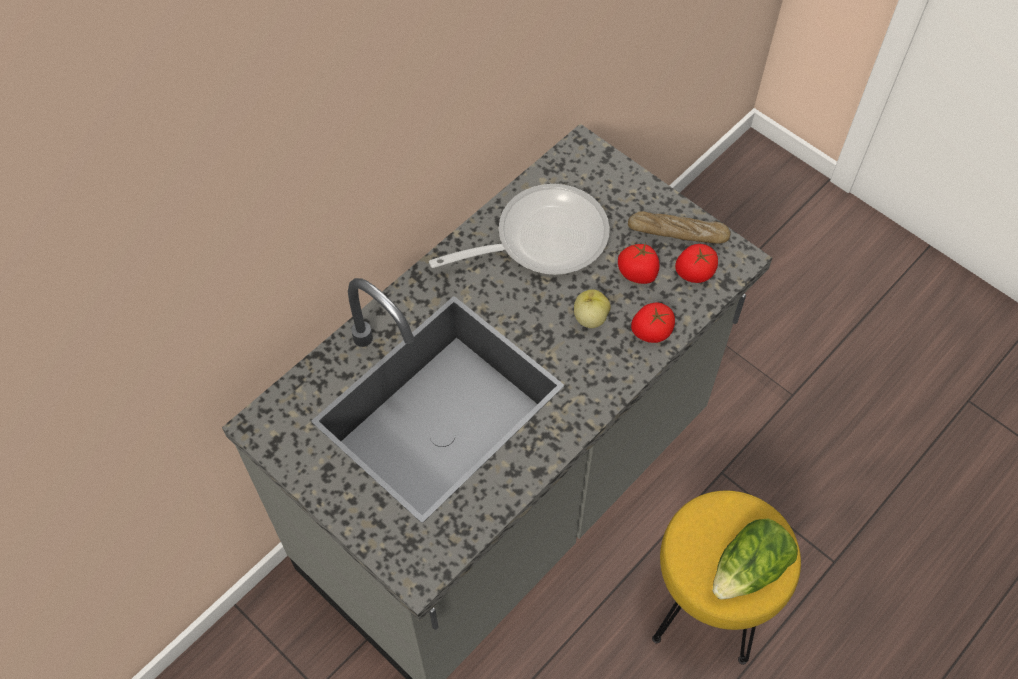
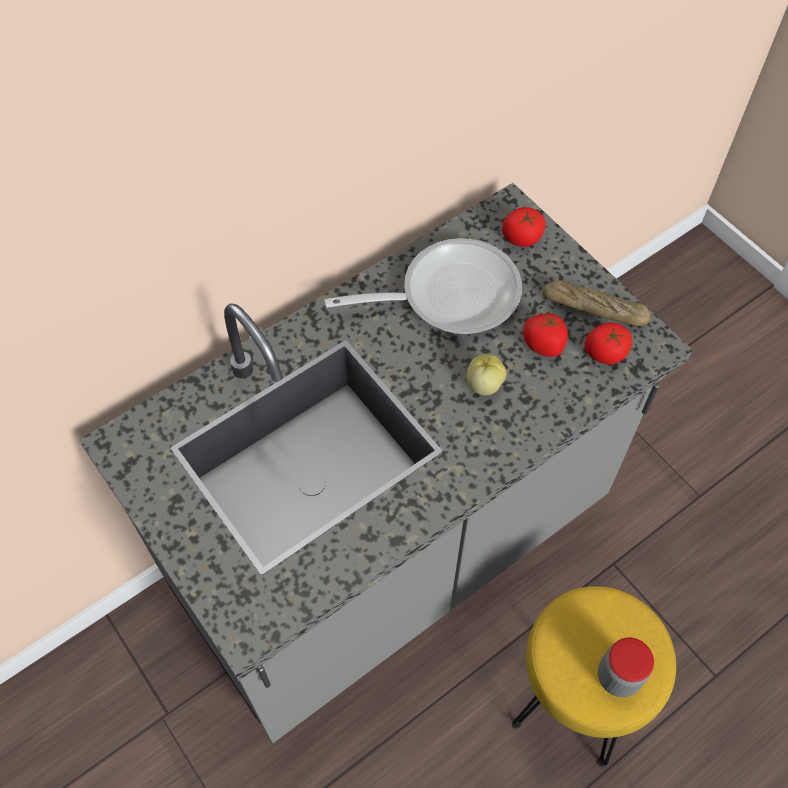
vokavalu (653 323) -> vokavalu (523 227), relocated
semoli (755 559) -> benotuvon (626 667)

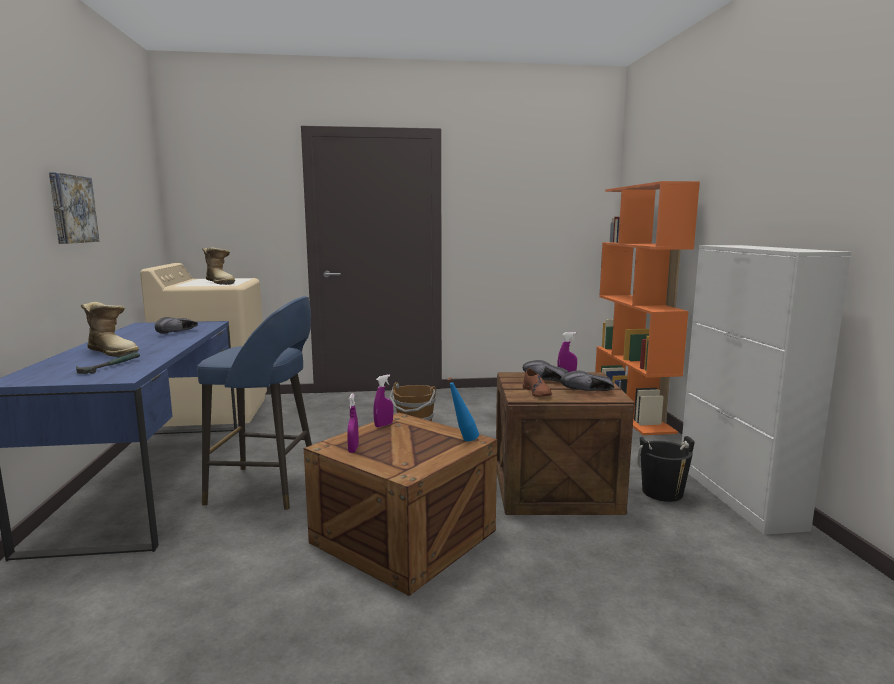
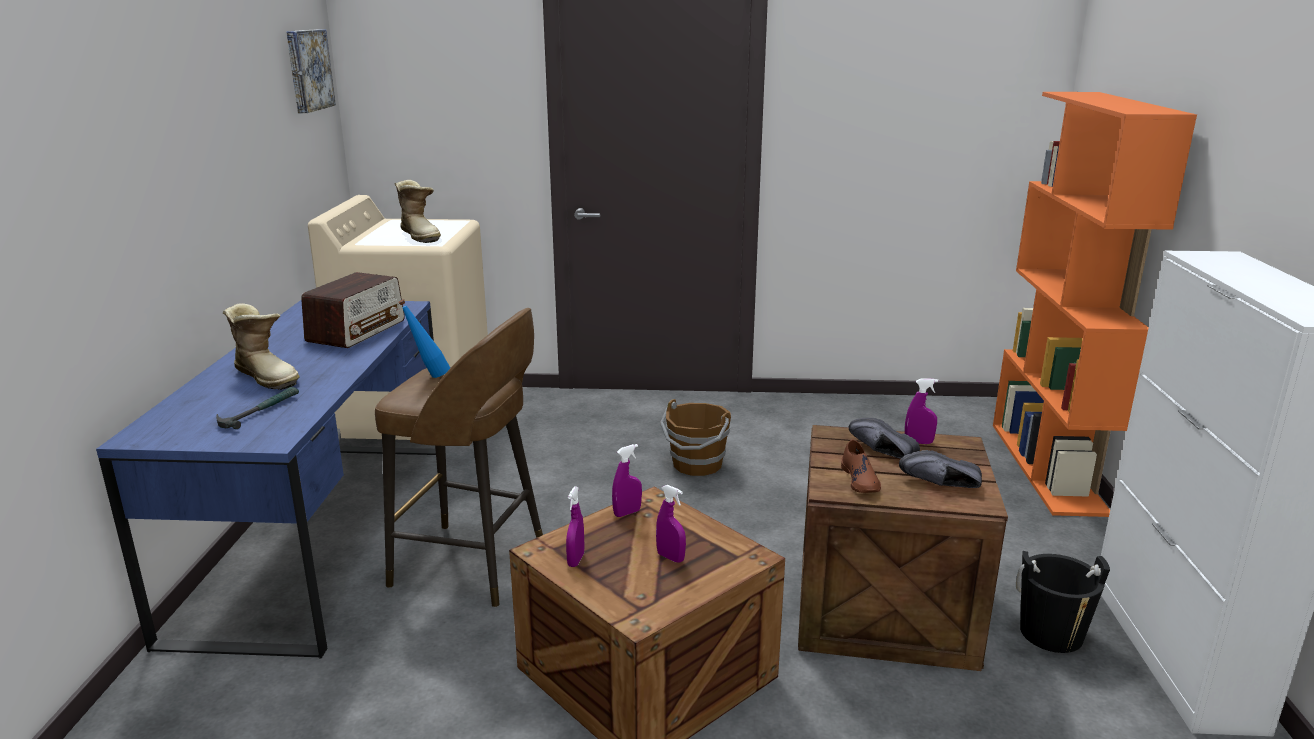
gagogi (74 208) -> gagogi (311 71), relocated
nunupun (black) (176 325) -> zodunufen (353 310)
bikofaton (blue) (254 403) -> bikofaton (brown) (459 457)
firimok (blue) (463 409) -> firimok (blue) (424 338), relocated
none -> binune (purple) (671 524)

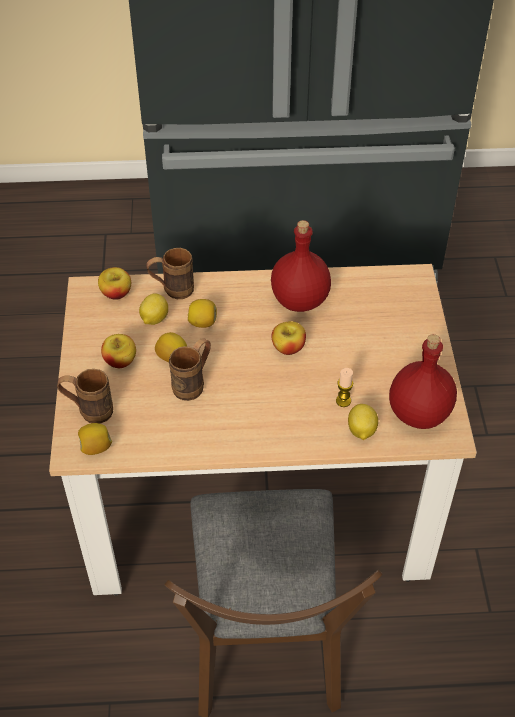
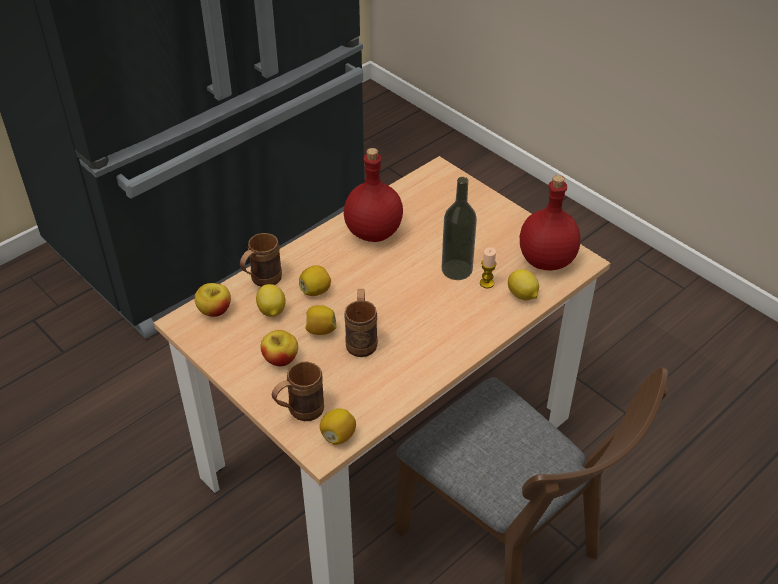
none -> firimok (459 228)
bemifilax (289 338) -> none

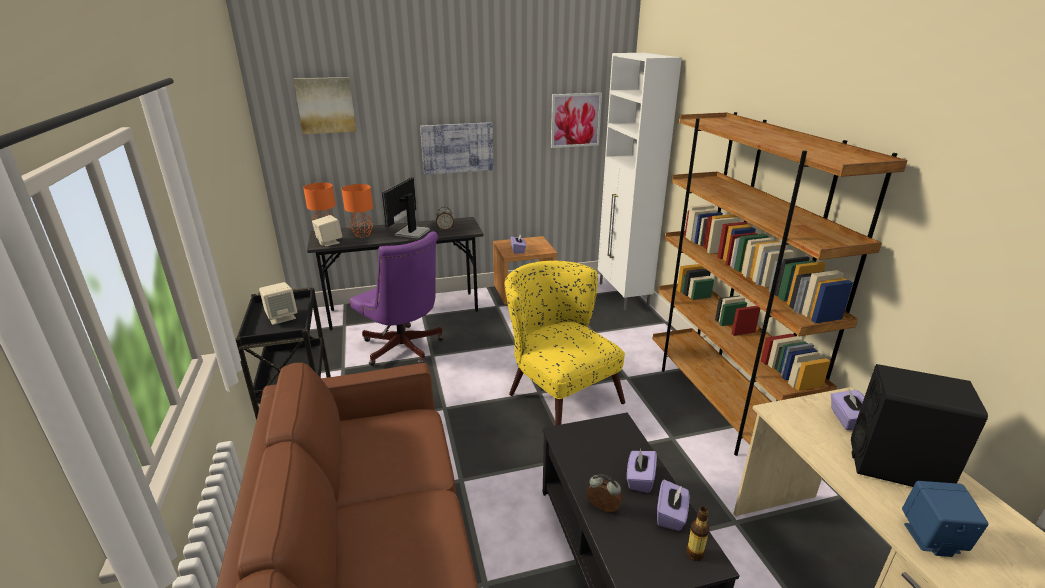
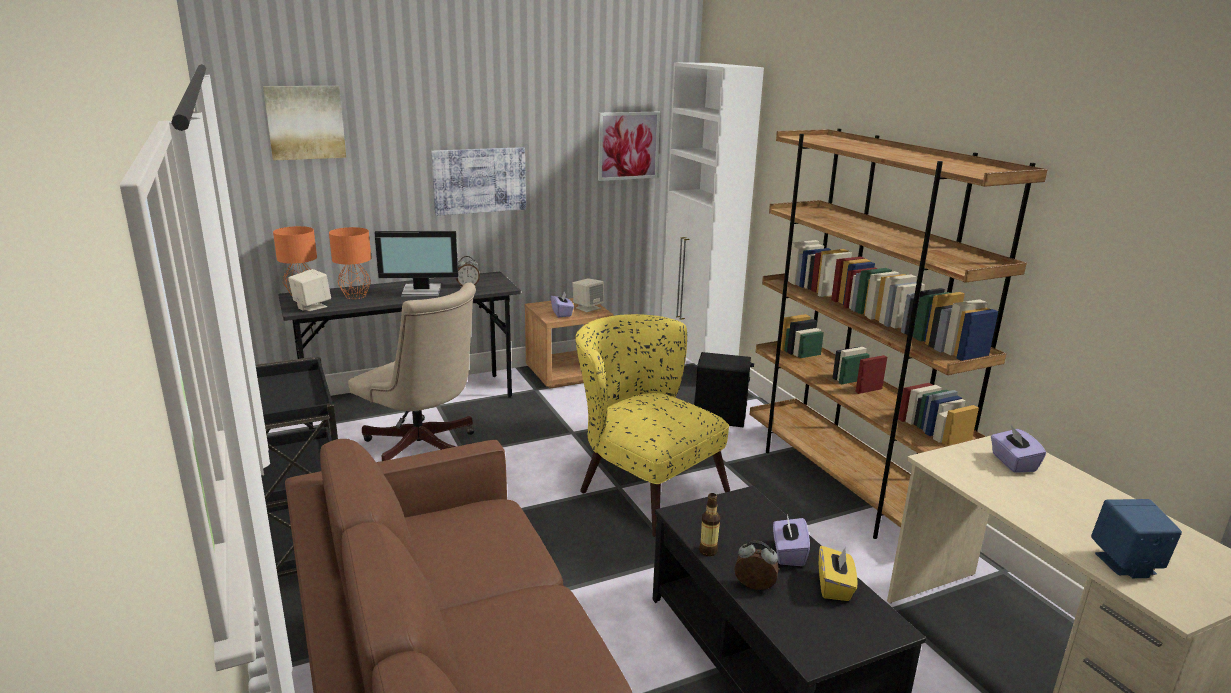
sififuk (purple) (397 298) -> sififuk (beige) (412 372)
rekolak (406 208) -> rekolak (416 264), 105 degrees counterclockwise
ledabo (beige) (278 303) -> ledabo (beige) (588 295), relocated
ledabo (black) (919 425) -> ledabo (black) (724 390), relocated
firimok (698 533) -> firimok (709 524), relocated
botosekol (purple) (673 505) -> botosekol (yellow) (838 573)

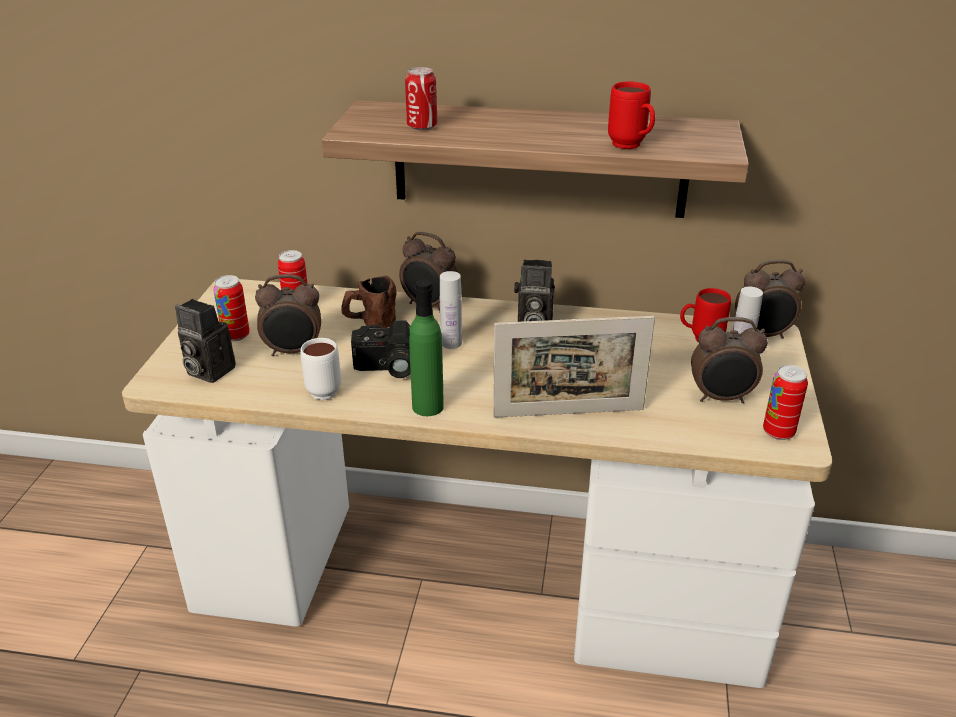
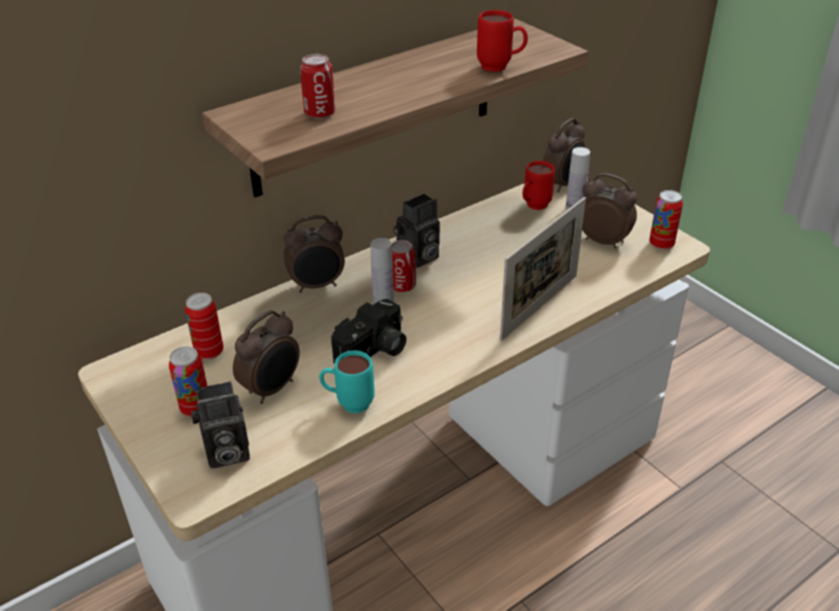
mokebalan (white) (320 369) -> mokebalan (turquoise) (347 382)
none -> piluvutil (403 266)
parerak (729 360) -> parerak (609 211), 105 degrees counterclockwise
mokebalan (brown) (369 302) -> none
firimok (green) (426 347) -> none

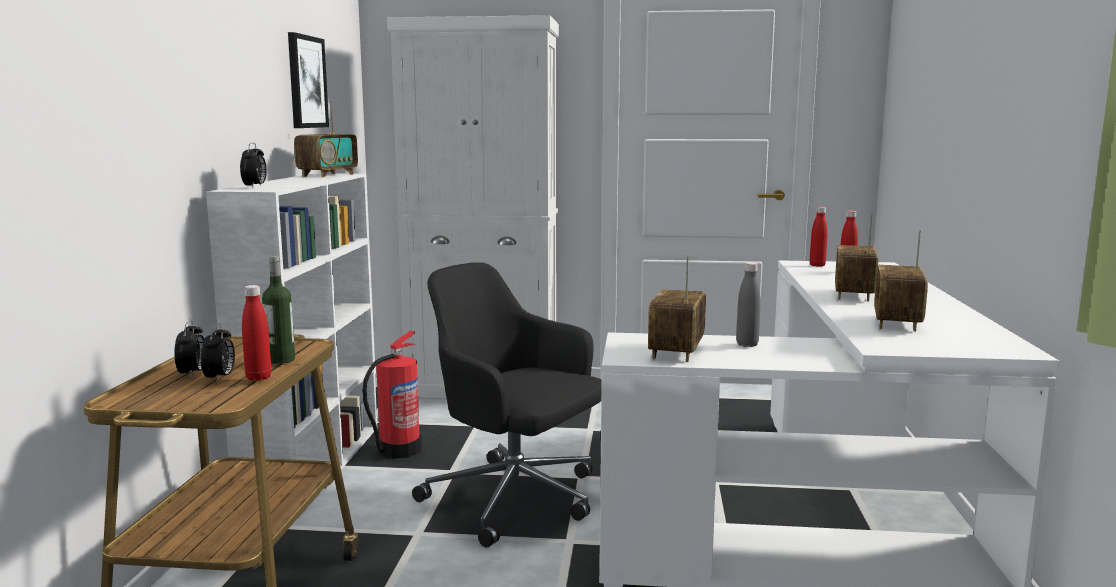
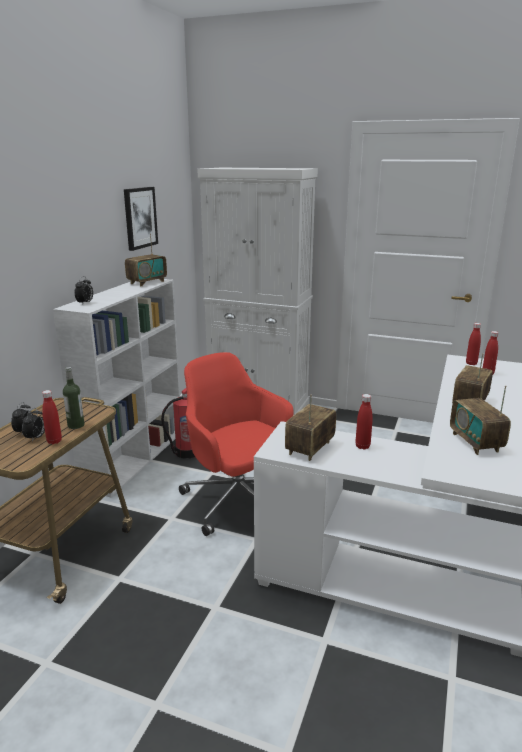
sififuk (black) (507 405) -> sififuk (red) (236 444)
firimok (grey) (748 304) -> firimok (red) (364 422)
zodunufen (901 281) -> zodunufen (480 420), 45 degrees counterclockwise

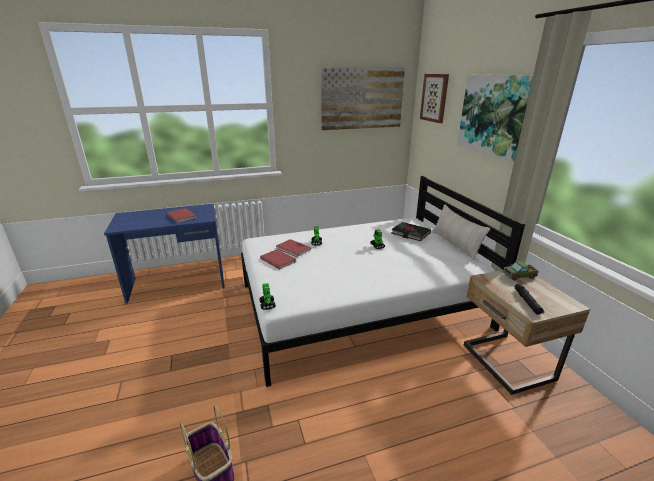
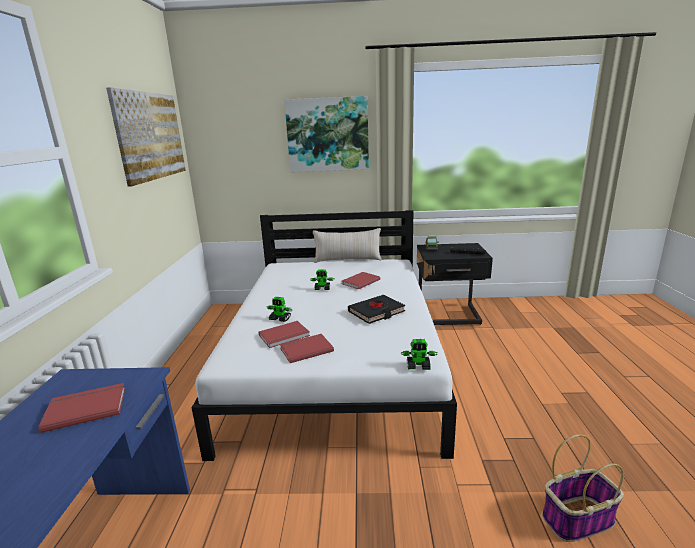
none -> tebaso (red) (361 280)
tebaso (black) (411 231) -> tebaso (black) (377 309), relocated
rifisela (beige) (527 332) -> rifisela (black) (455 284)
gagogi (434 98) -> none

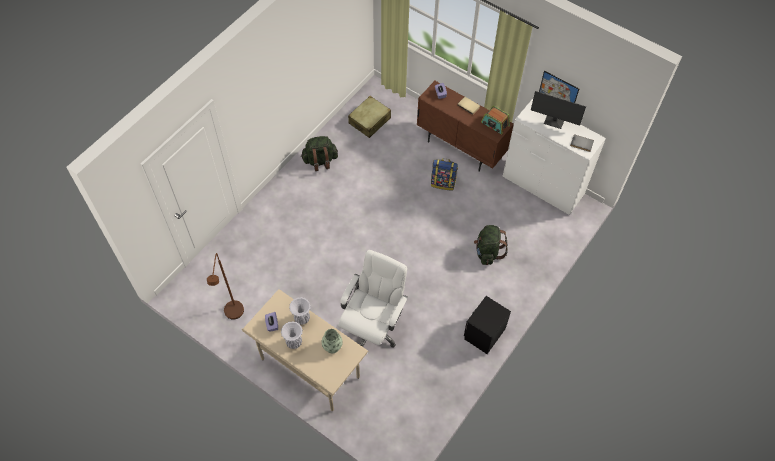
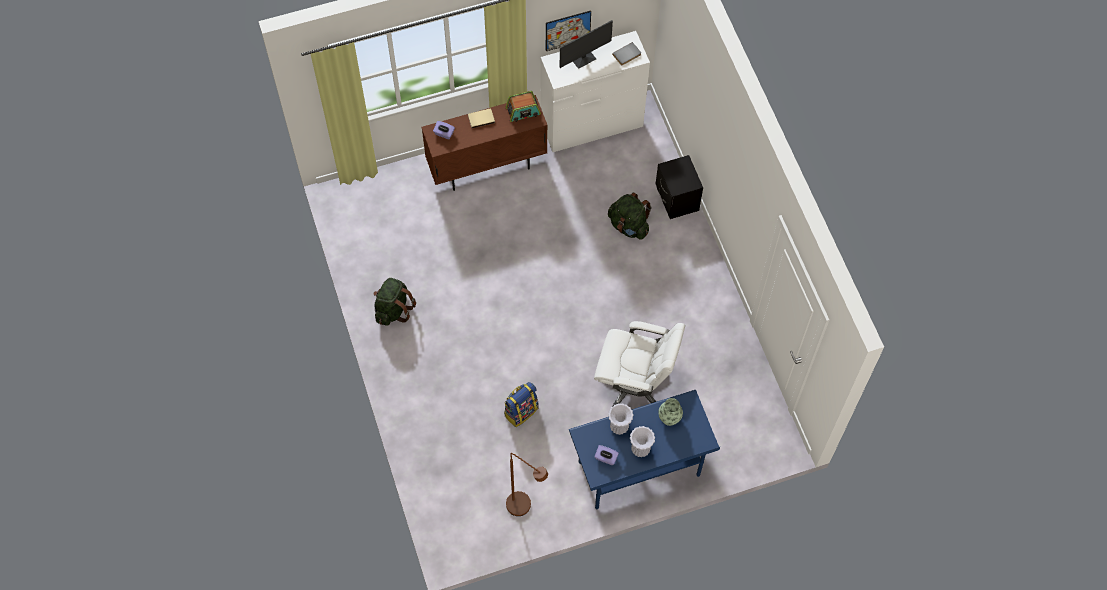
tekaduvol (444 174) -> tekaduvol (521 404), relocated
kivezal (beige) (305 350) -> kivezal (blue) (644 449)
sififuk (white) (373 299) -> sififuk (white) (639 364), 135 degrees clockwise
rifisela (black) (487 325) -> rifisela (black) (679 187), relocated
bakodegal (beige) (369 117) -> none

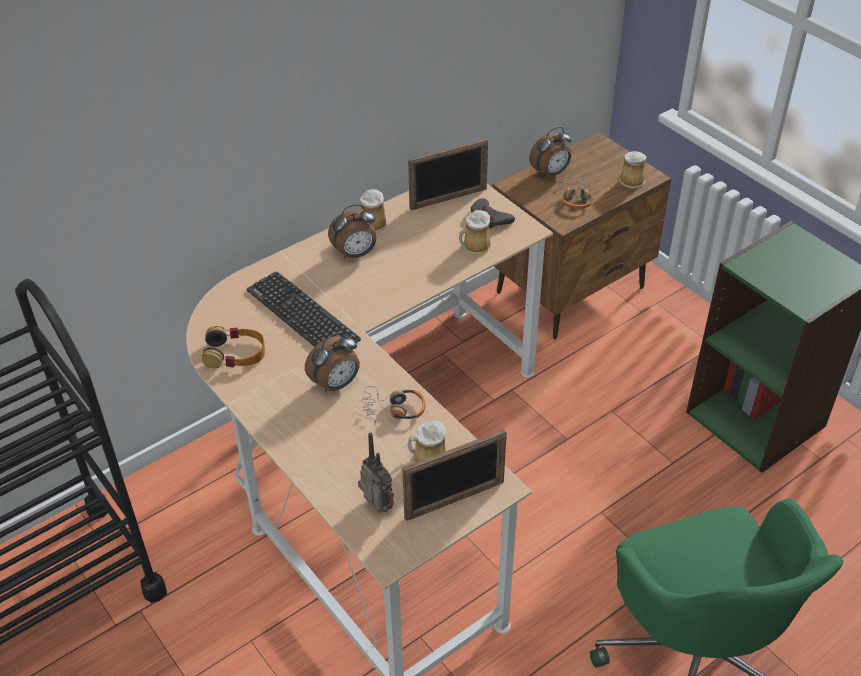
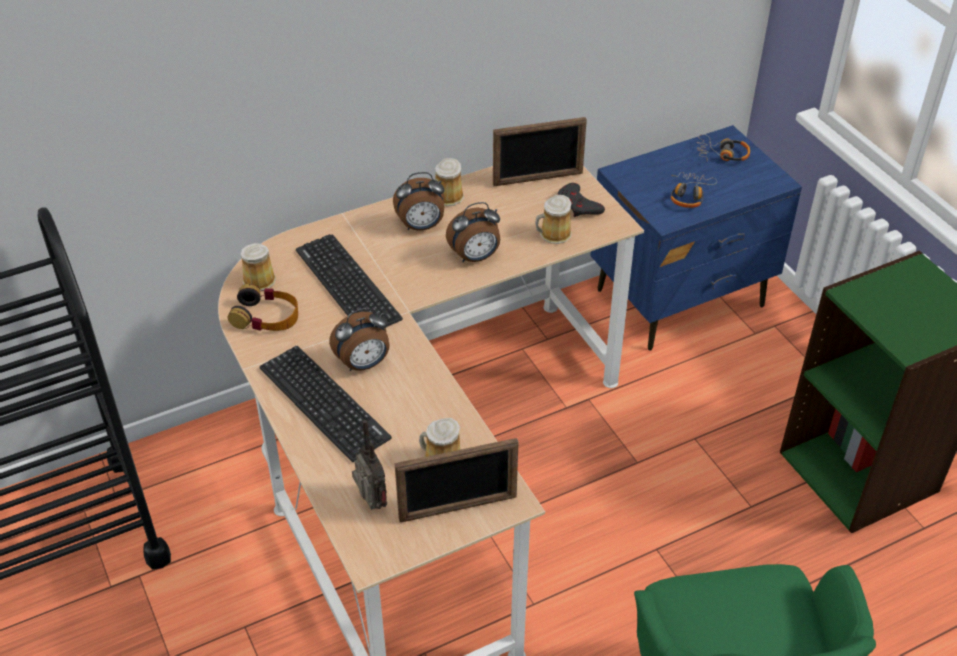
mokebalan (633 170) -> mokebalan (258 267), relocated
none -> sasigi (326 404)
parerak (550 152) -> parerak (473 232), relocated
rifisela (brown) (581 235) -> rifisela (blue) (696 238)
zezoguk (394 405) -> zezoguk (723 147), relocated

